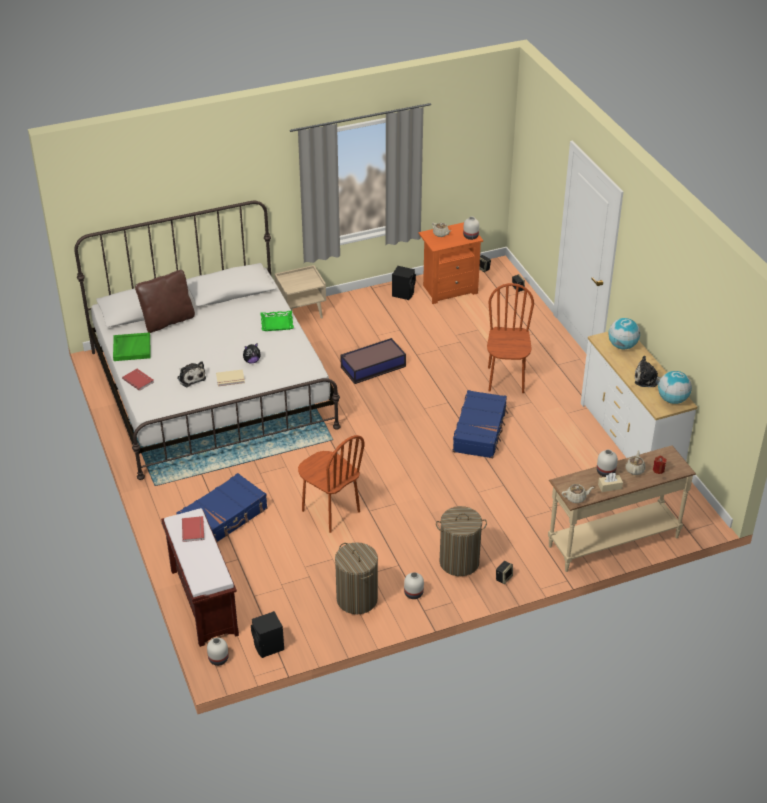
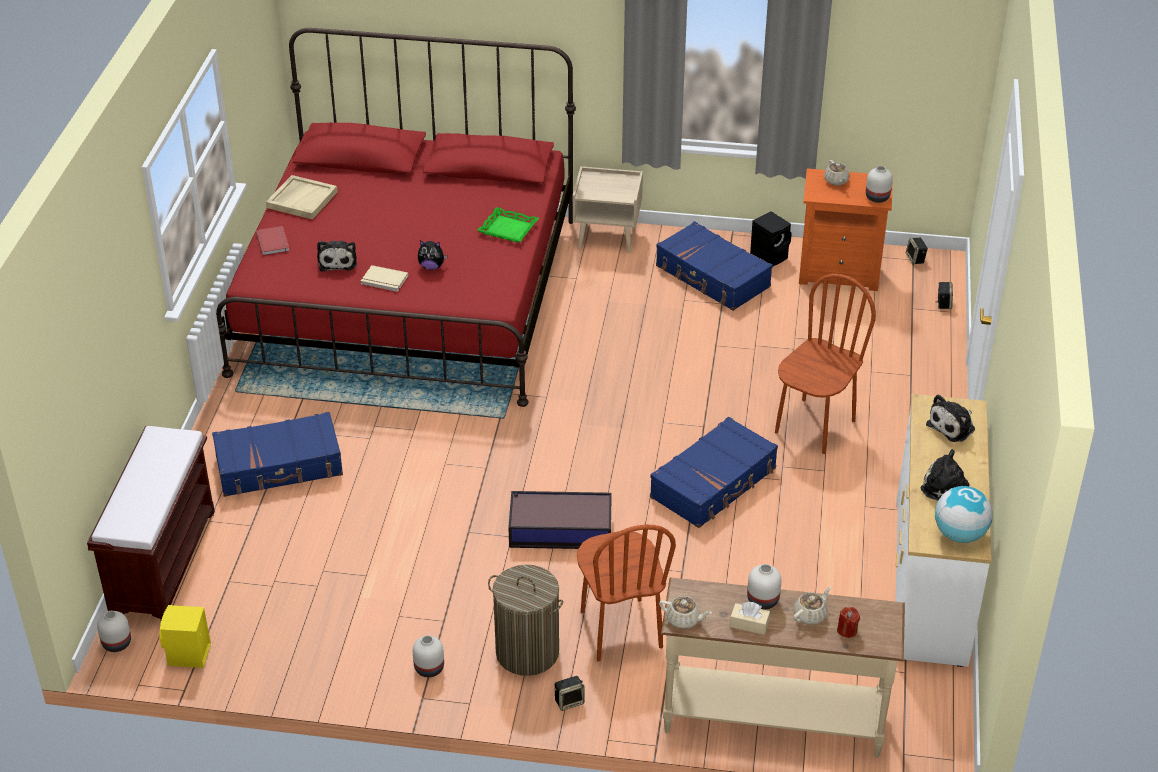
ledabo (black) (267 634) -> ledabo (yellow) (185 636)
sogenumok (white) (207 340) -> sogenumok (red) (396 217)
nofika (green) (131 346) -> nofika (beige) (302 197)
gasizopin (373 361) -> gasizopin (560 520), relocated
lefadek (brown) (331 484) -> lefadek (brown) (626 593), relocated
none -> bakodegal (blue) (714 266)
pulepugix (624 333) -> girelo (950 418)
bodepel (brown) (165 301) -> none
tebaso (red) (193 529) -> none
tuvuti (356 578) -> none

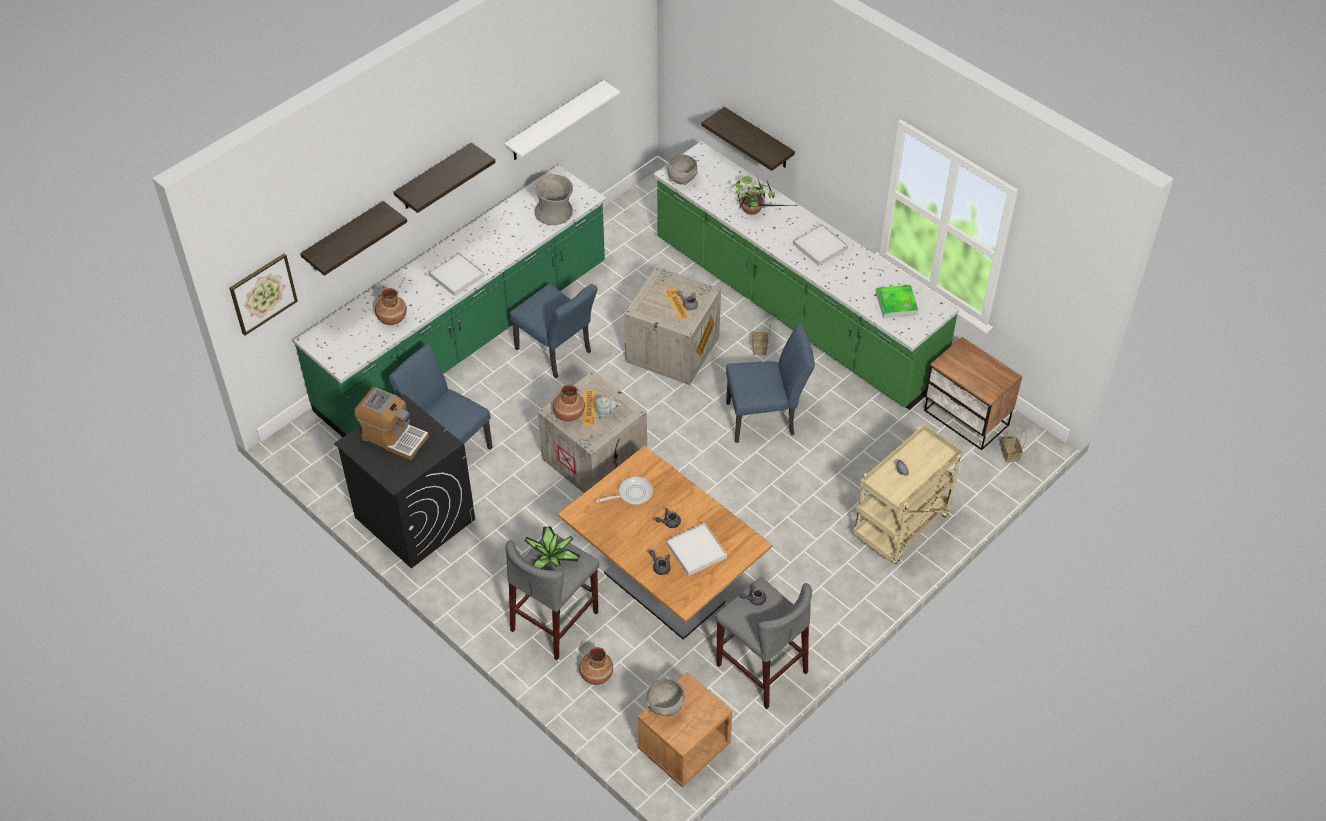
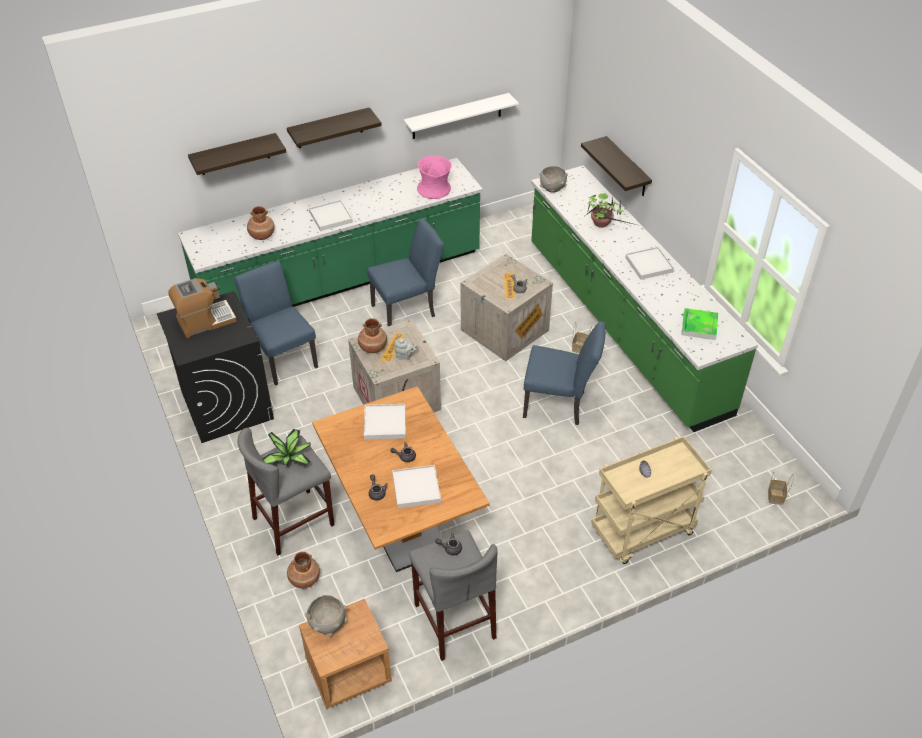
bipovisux (392 423) -> bipovisux (202 308), 75 degrees counterclockwise
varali (624 491) -> nofika (white) (385 422)
lefadek (blue) (554 331) -> lefadek (blue) (405 272), 90 degrees counterclockwise
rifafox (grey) (553 199) -> rifafox (pink) (434 177)
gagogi (263 295) -> none
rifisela (973 393) -> none

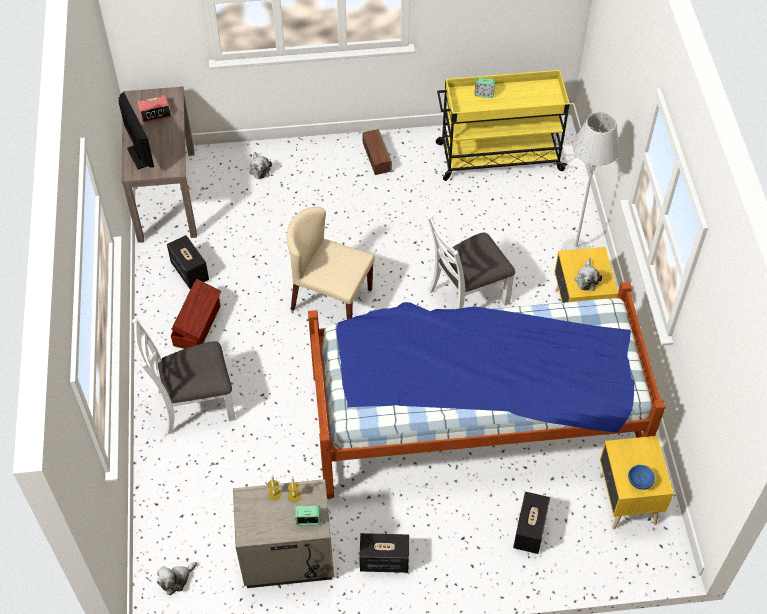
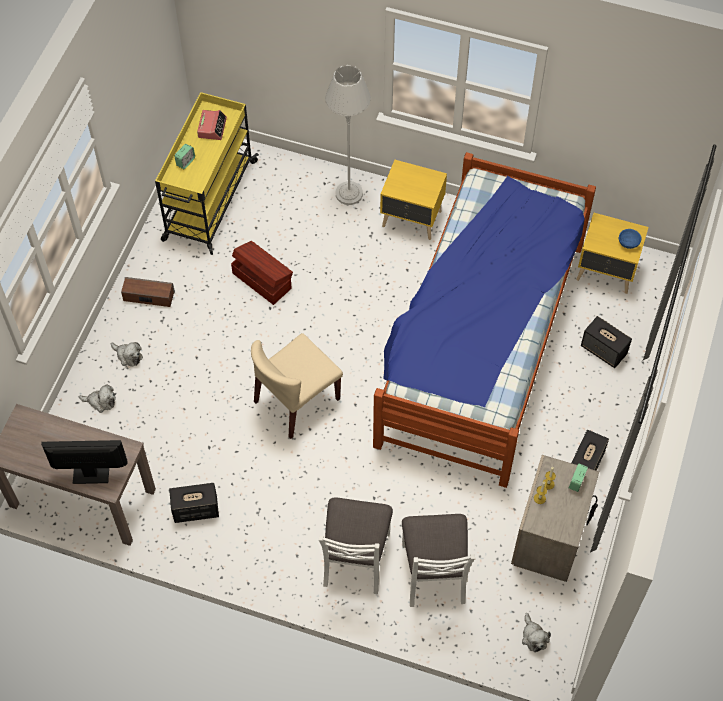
girelo (588 274) -> girelo (127 354), relocated
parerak (155 109) -> parerak (212 125), relocated
gasizopin (brown) (196 314) -> gasizopin (brown) (262 273), relocated
lefadek (white) (471 262) -> lefadek (white) (438 560), relocated

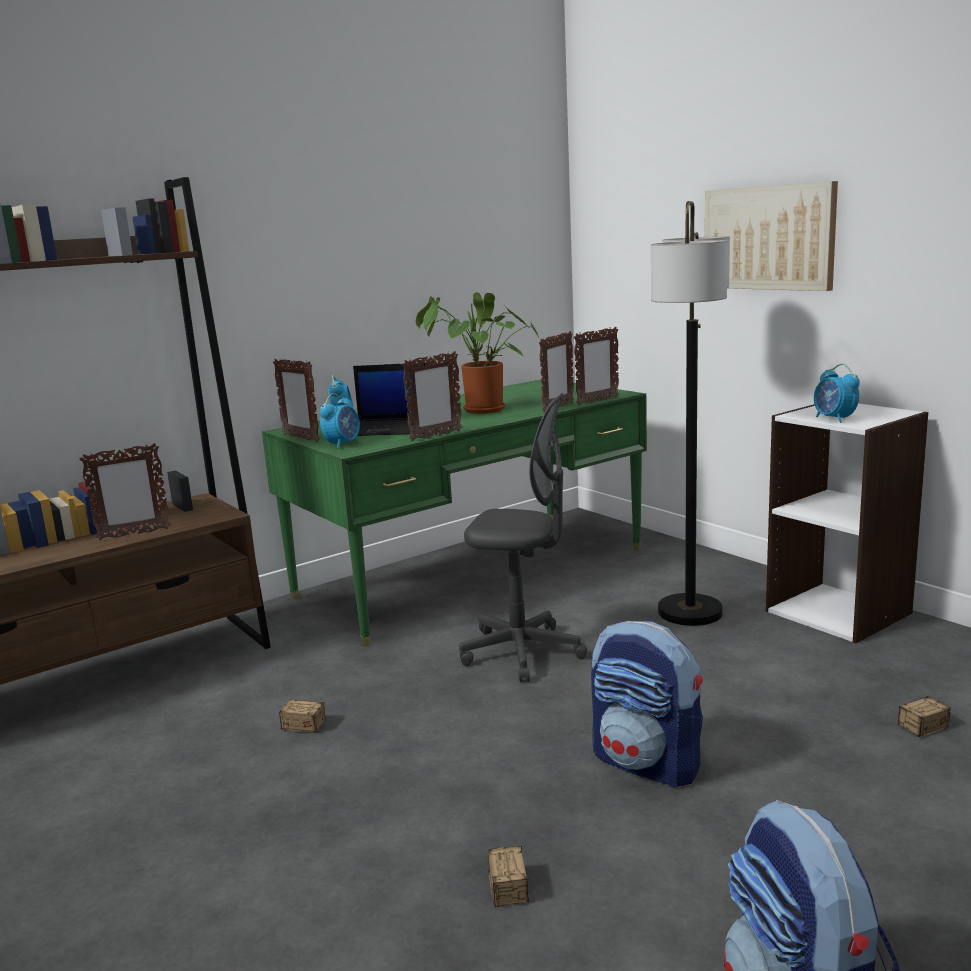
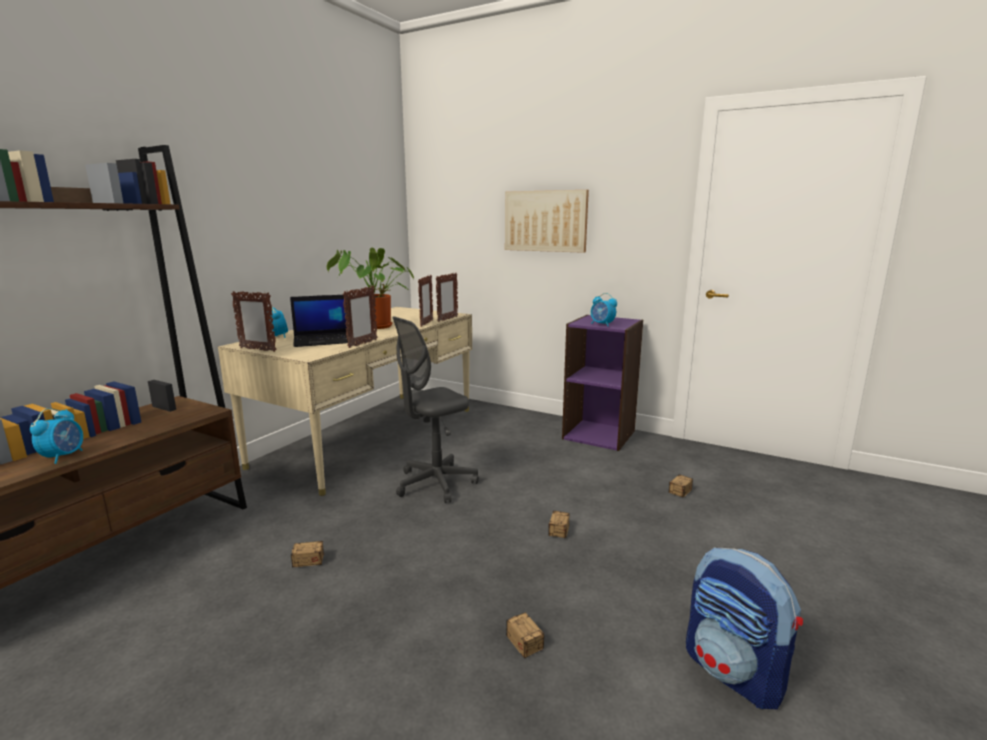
parerak (340 421) -> parerak (56 436), relocated
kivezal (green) (454 512) -> kivezal (beige) (345 401)
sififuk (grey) (523 537) -> sififuk (grey) (436 409), 150 degrees clockwise
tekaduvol (647 704) -> gasizopin (559 524)
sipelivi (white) (847 523) -> sipelivi (purple) (602 383)
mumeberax (125 492) -> none
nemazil (690 413) -> none

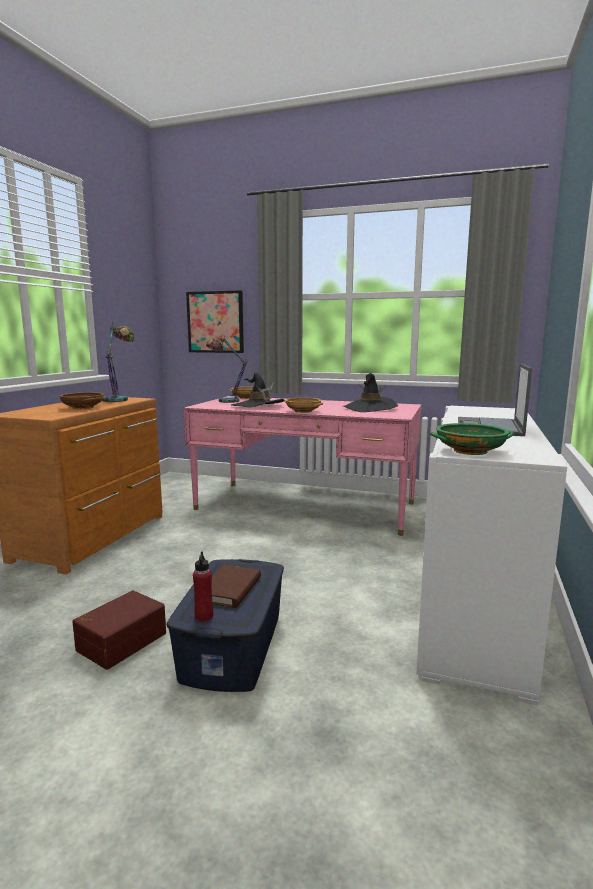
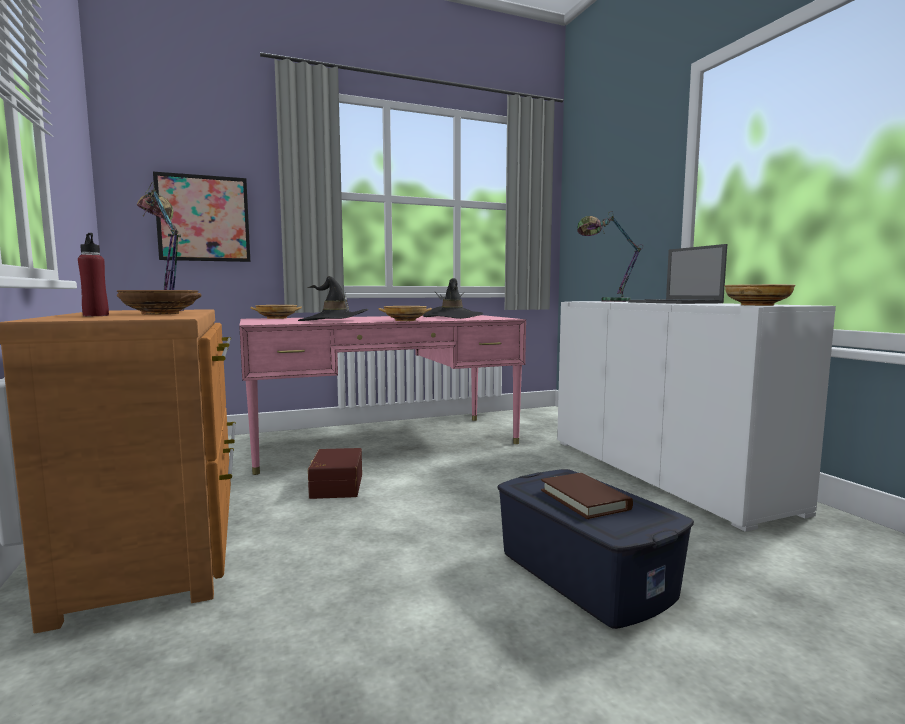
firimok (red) (203 587) -> firimok (red) (93 274), relocated
gasizopin (brown) (119 630) -> gasizopin (brown) (335 473), relocated
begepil (227 369) -> begepil (609 256), relocated
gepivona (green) (472 439) -> gepivona (beige) (760 295)

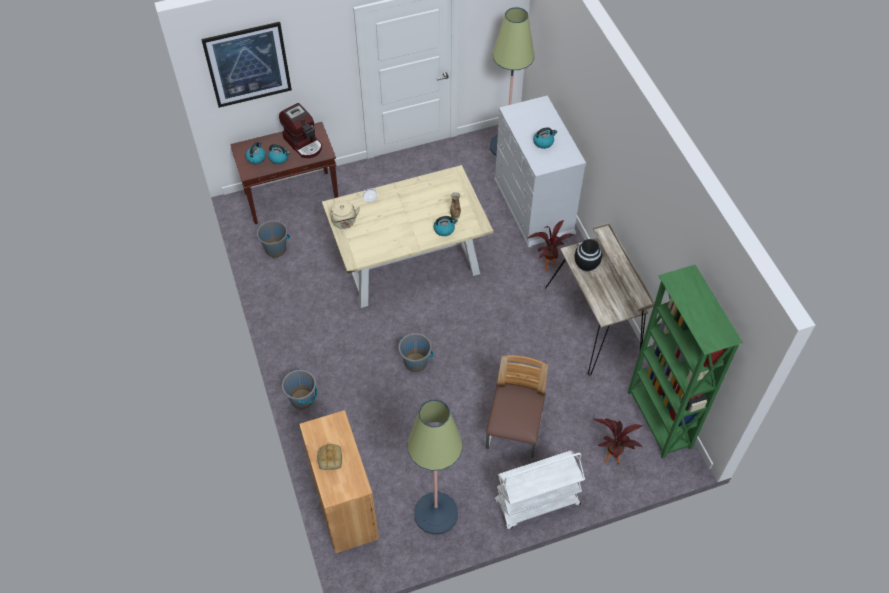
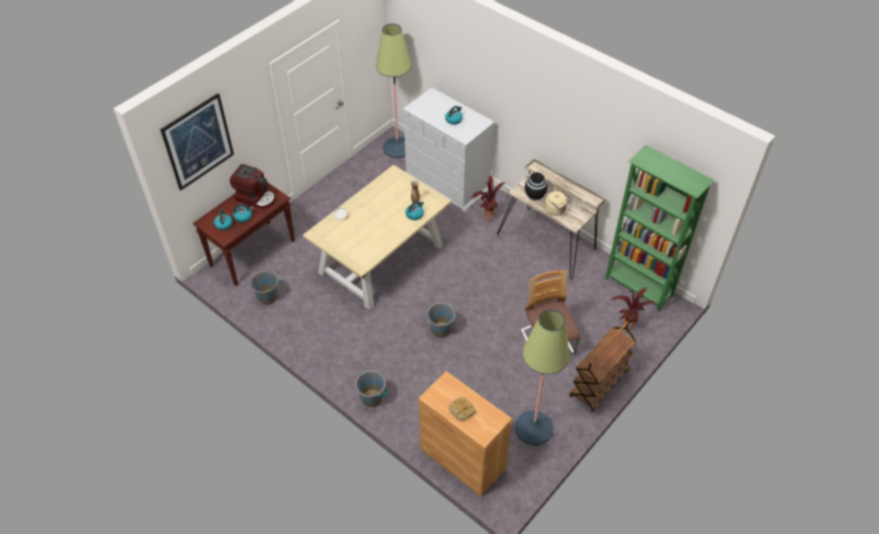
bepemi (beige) (345 214) -> bepemi (beige) (558 203), relocated
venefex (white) (540 490) -> venefex (brown) (603 366)

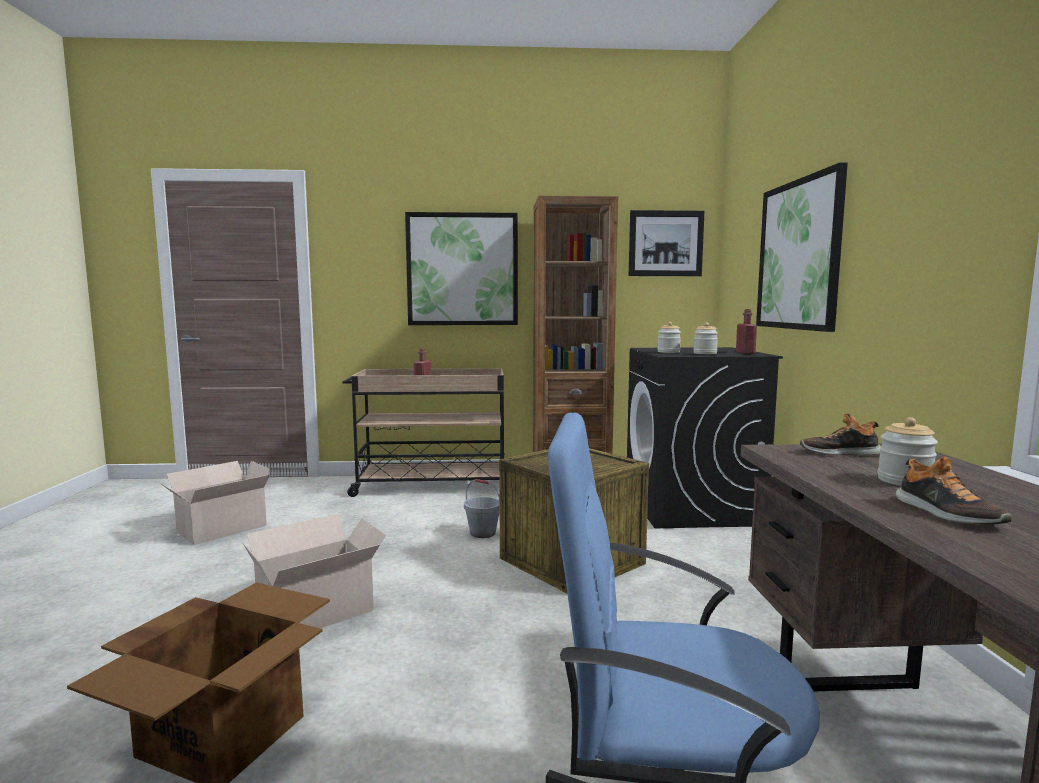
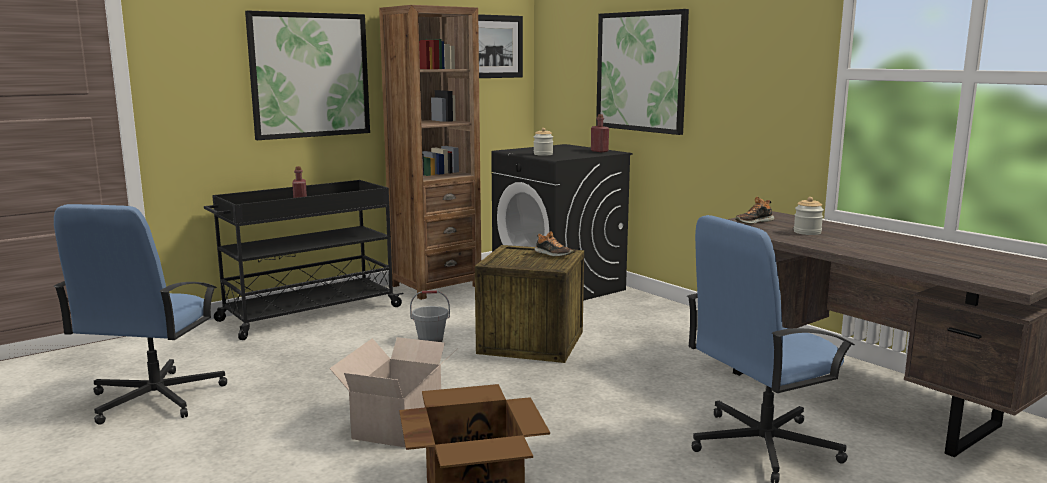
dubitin (214 503) -> sififuk (blue) (140 314)
venefex (beige) (423 432) -> venefex (black) (303 260)
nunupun (954 491) -> nunupun (554 243), relocated
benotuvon (705 338) -> none

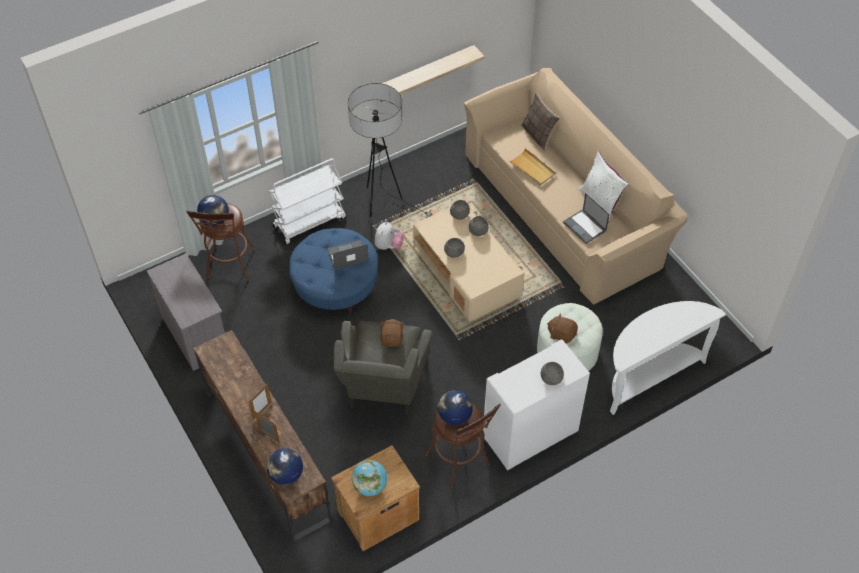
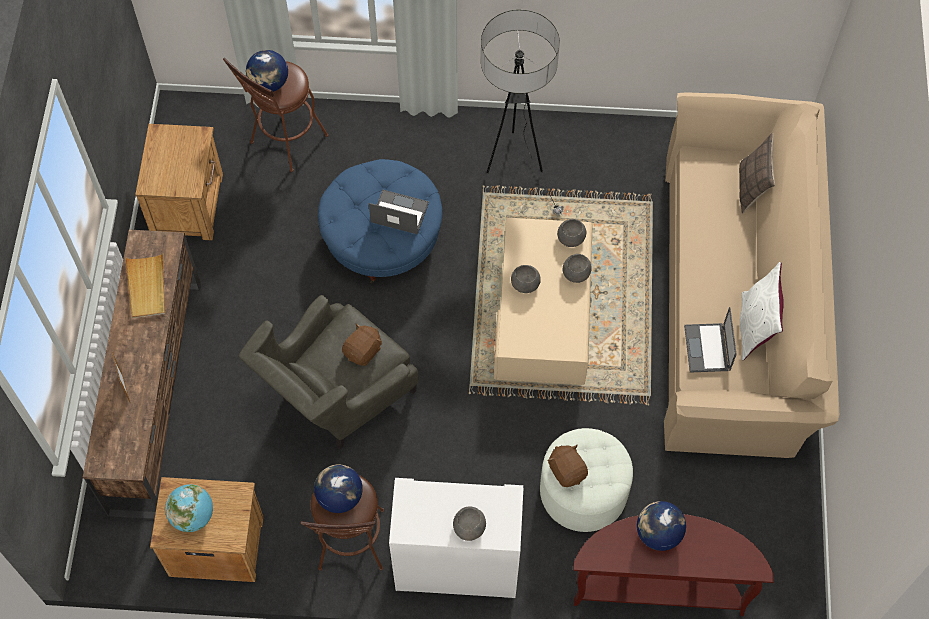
nofika (beige) (532 166) -> nofika (beige) (145 285), relocated
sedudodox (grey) (186 312) -> rifisela (brown) (179 182)
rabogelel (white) (668 358) -> rabogelel (brown) (673 565)
pulepugix (285 466) -> pulepugix (661 526), relocated
mumeberax (260 401) -> none
venefex (white) (307 201) -> none
girelo (389 236) -> none
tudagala (432 73) -> none

